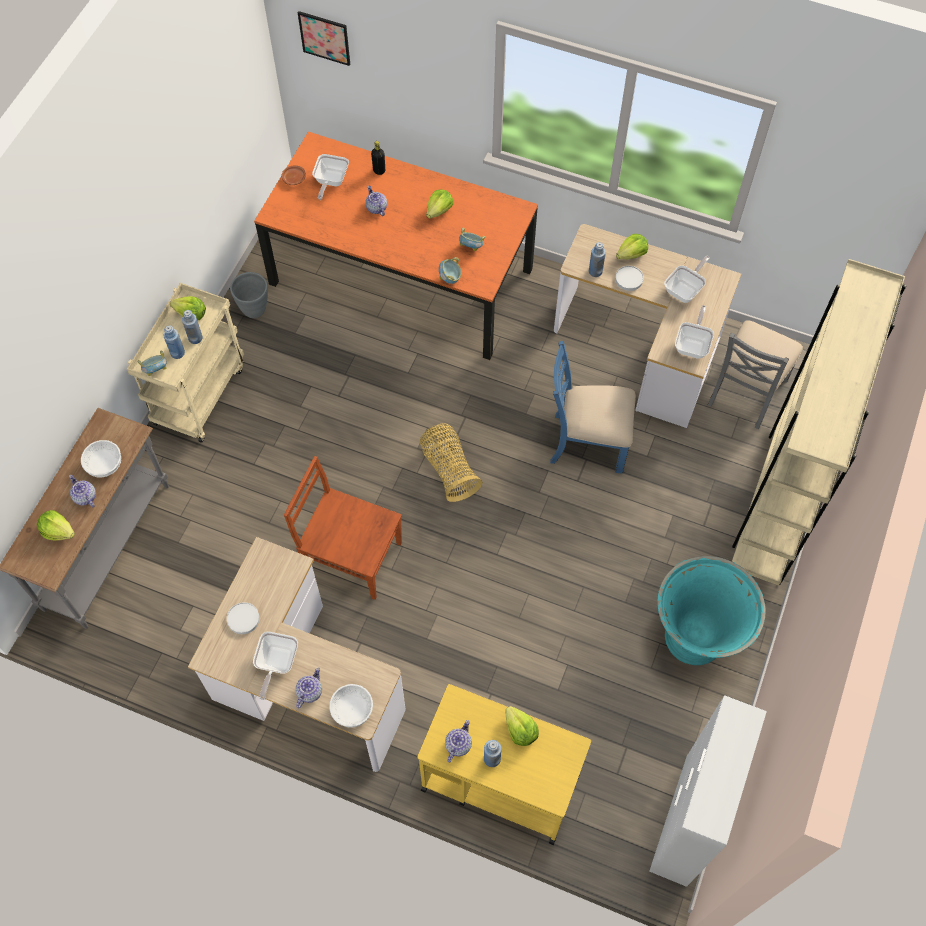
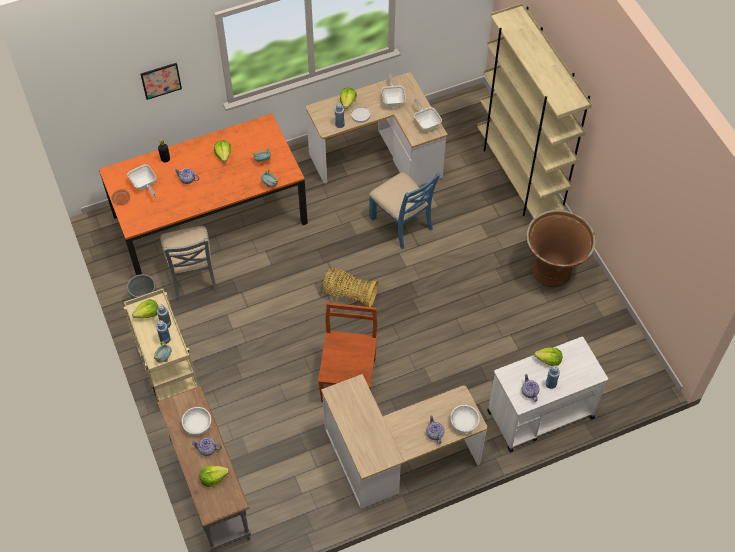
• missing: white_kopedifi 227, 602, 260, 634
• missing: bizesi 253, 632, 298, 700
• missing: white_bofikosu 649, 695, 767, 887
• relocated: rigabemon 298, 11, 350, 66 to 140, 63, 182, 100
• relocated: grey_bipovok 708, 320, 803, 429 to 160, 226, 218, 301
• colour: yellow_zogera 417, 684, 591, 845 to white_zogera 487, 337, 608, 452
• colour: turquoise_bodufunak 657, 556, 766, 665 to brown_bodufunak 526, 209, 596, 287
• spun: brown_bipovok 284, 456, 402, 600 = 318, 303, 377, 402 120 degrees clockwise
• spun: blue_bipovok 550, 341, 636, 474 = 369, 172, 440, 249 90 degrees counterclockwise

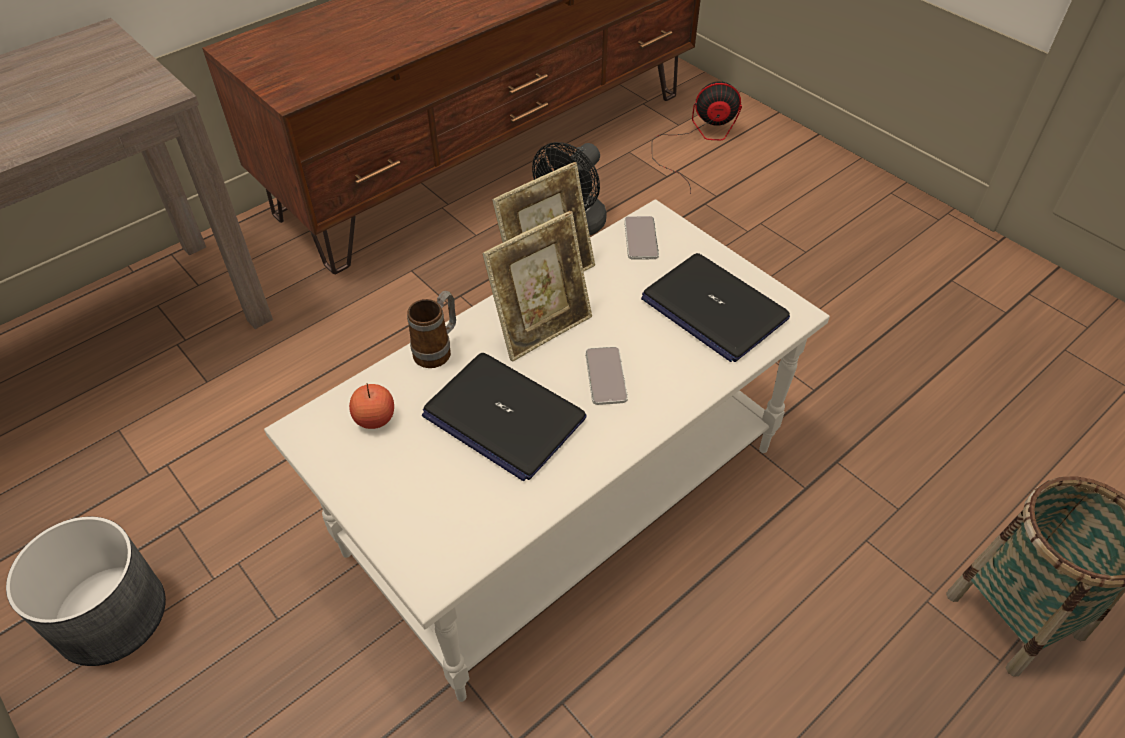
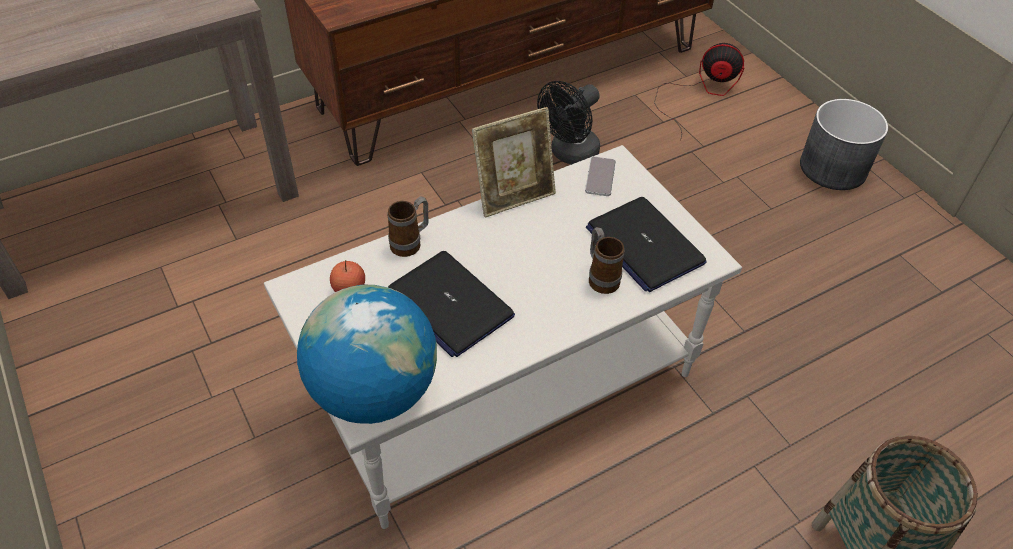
• missing: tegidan 482, 211, 592, 362
• missing: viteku 585, 347, 628, 405
• appeared: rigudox 297, 285, 437, 424
• appeared: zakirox 589, 227, 624, 294
• relocated: grey_bodufunak 6, 517, 166, 666 to 800, 99, 888, 190

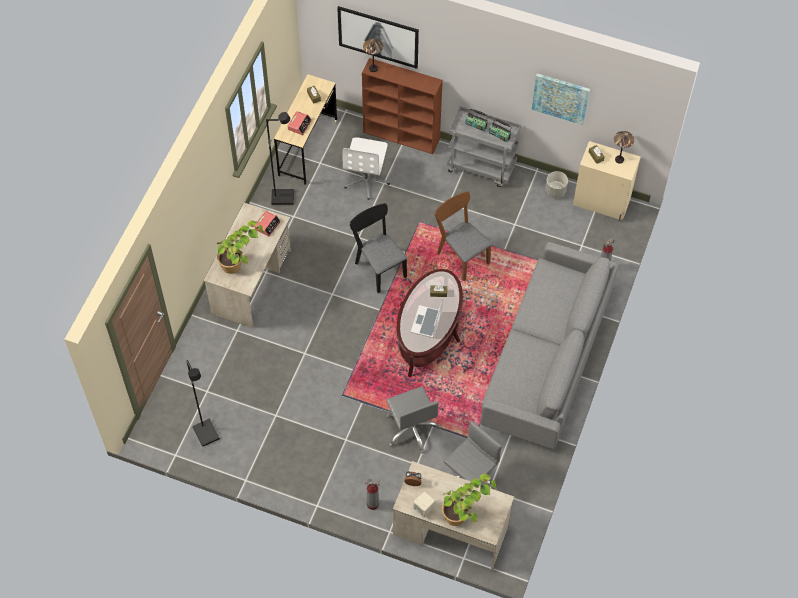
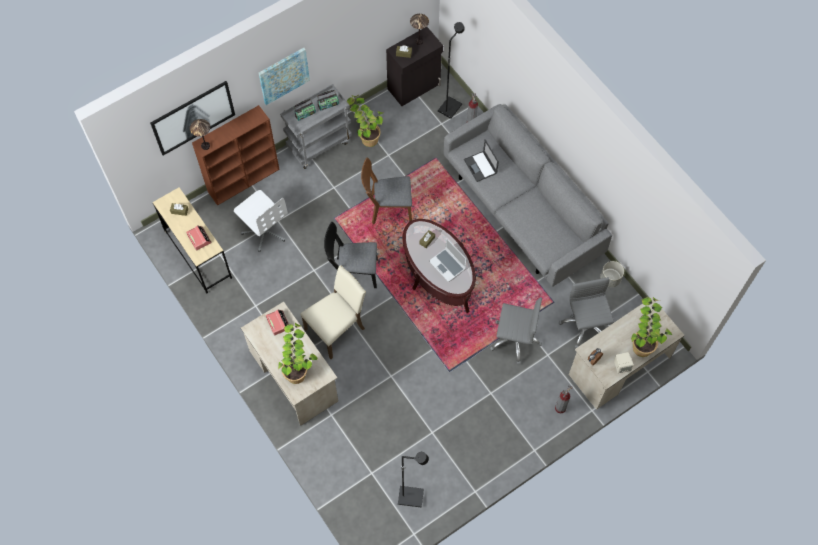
• appeared: beige_bipovok 300, 265, 366, 359
• appeared: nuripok 347, 95, 383, 147
• appeared: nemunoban 464, 140, 499, 182
• relocated: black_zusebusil 266, 112, 294, 205 to 438, 22, 465, 119
• relocated: rigabemon 532, 73, 590, 125 to 259, 48, 310, 105
• relocated: grey_bodufunak 545, 171, 568, 198 to 600, 261, 624, 287
• colour: beige_bofikosu 573, 141, 640, 221 to black_bofikosu 386, 27, 443, 106

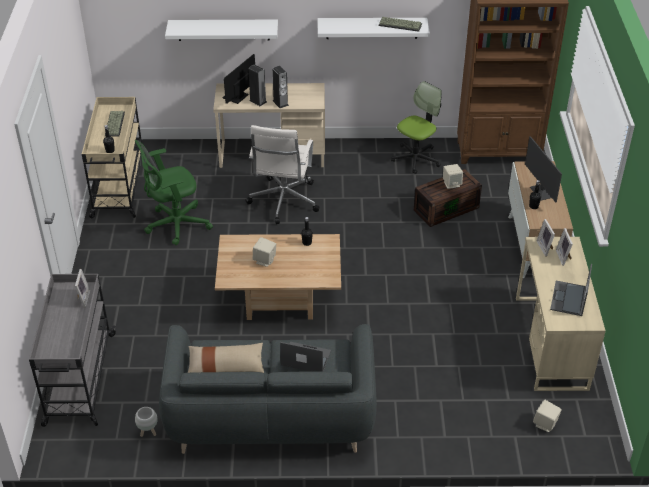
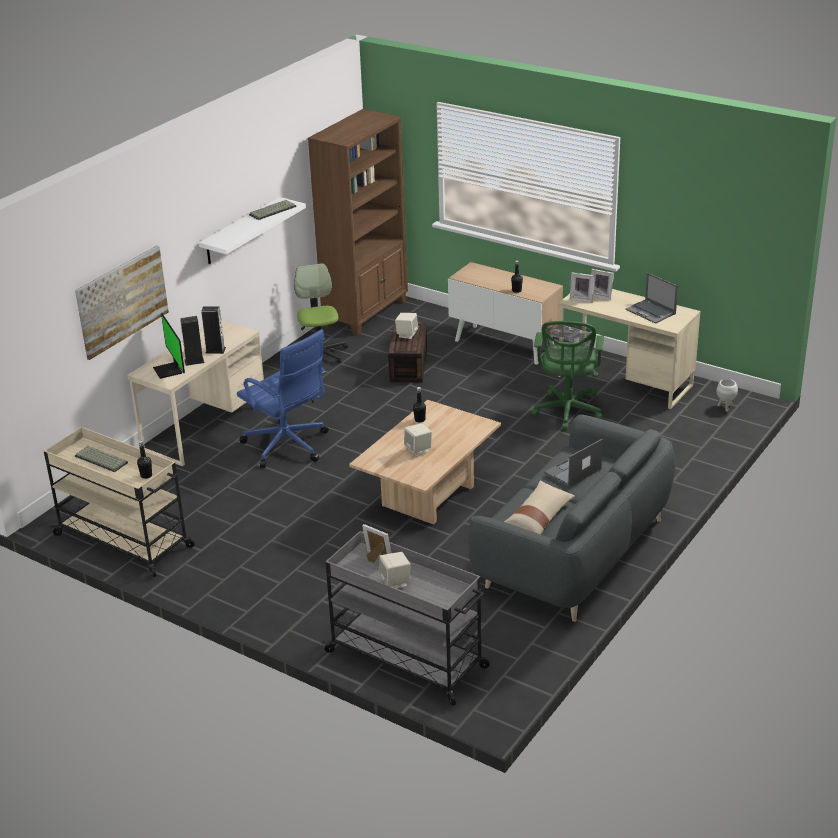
• missing: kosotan 525, 136, 562, 203
• relocated: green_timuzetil 135, 140, 213, 245 to 532, 321, 604, 430
• relocated: white_bodufunak 135, 407, 158, 437 to 716, 379, 738, 412
• relocated: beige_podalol 533, 400, 562, 432 to 379, 552, 411, 589
• exchanged: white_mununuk 165, 20, 278, 41 to rigabemon 75, 246, 169, 360
• colour: white_timuzetil 245, 125, 320, 224 to blue_timuzetil 237, 329, 329, 468

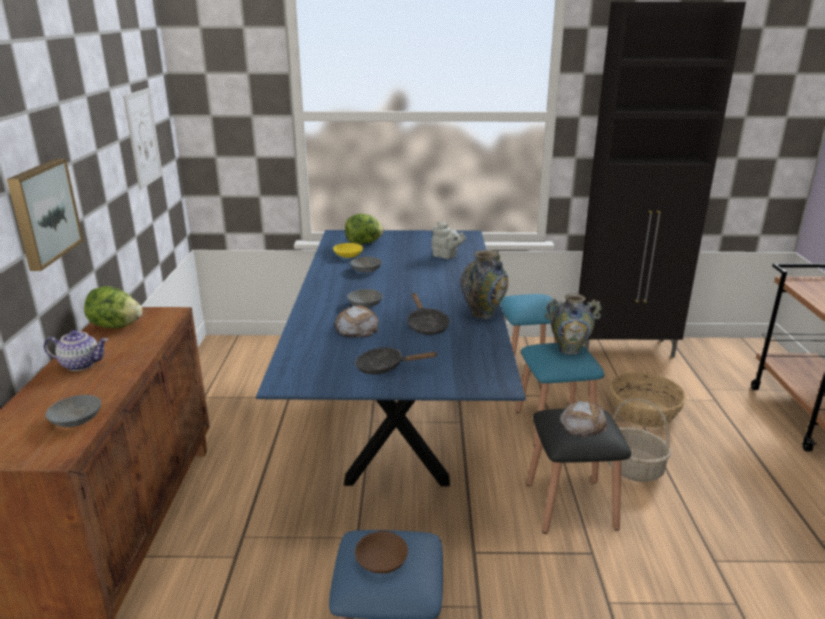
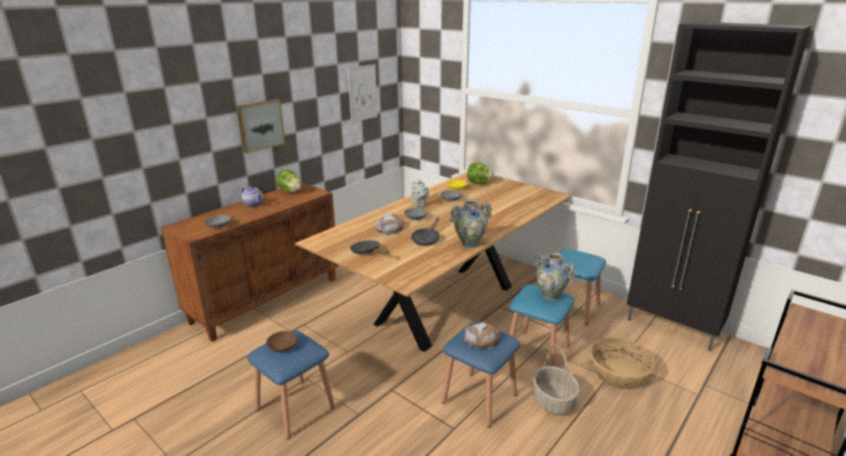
• relocated: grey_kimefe 432, 222, 466, 259 to 411, 178, 429, 207
• colour: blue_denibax 256, 230, 526, 486 to brown_denibax 295, 172, 572, 352
• colour: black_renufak 527, 409, 631, 534 to blue_renufak 441, 322, 521, 427

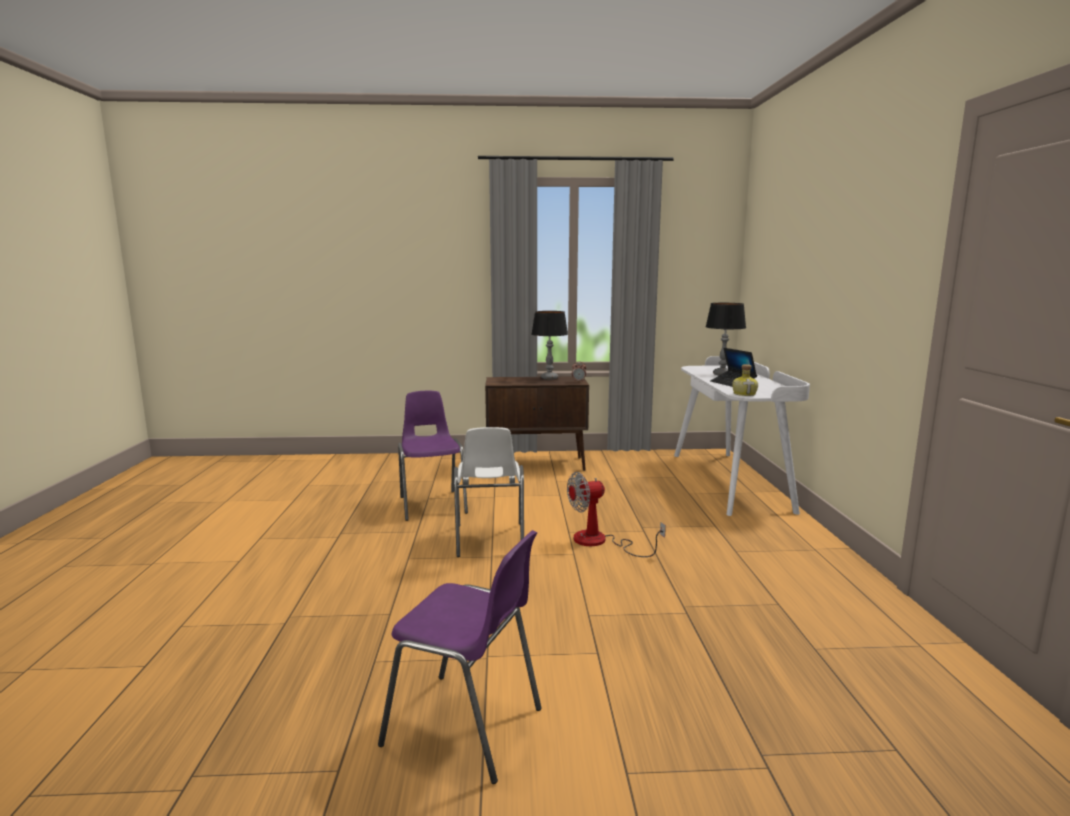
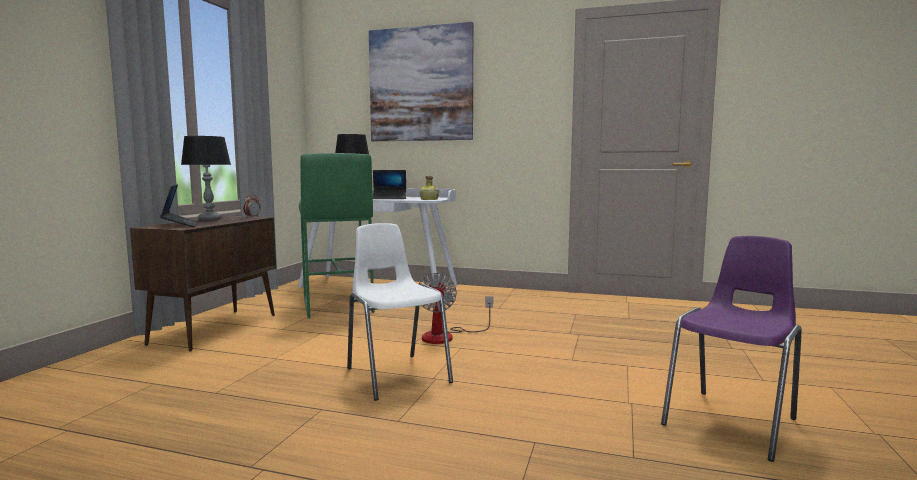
• missing: purple_bipovok 398, 391, 468, 521
• appeared: nemunoban 160, 185, 199, 227
• appeared: green_renufak 299, 153, 375, 318
• appeared: rigabemon 369, 22, 473, 141
• spun: white_bipovok 454, 427, 524, 557 = 347, 223, 453, 401 135 degrees counterclockwise

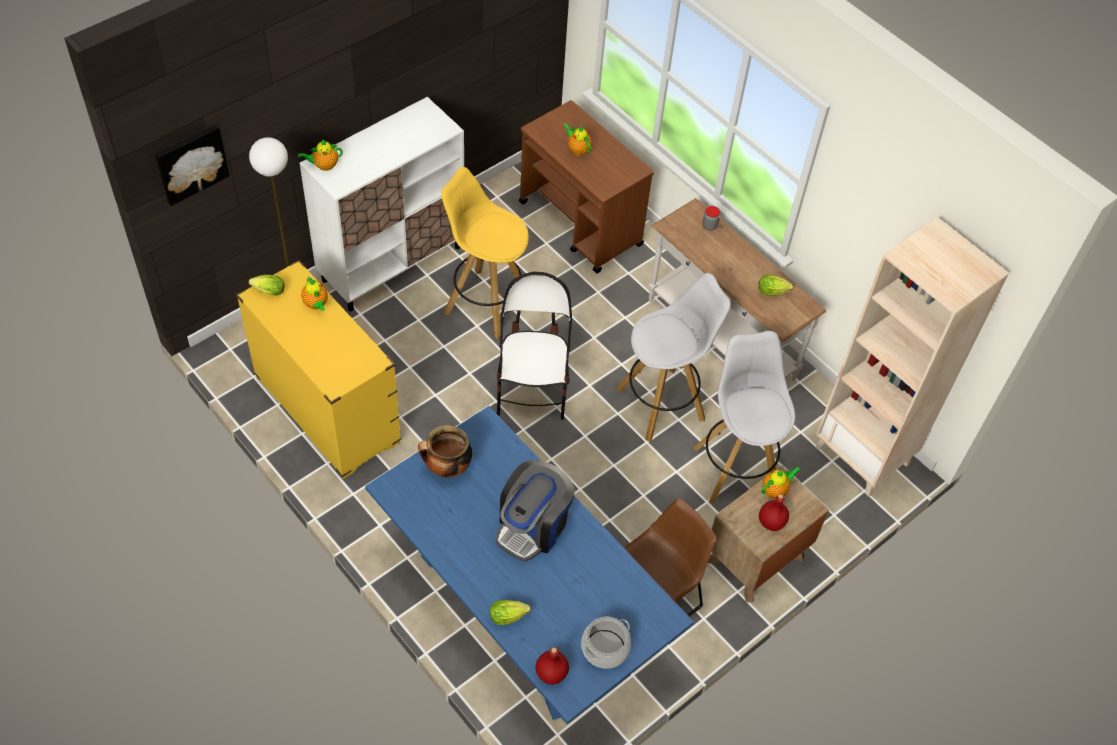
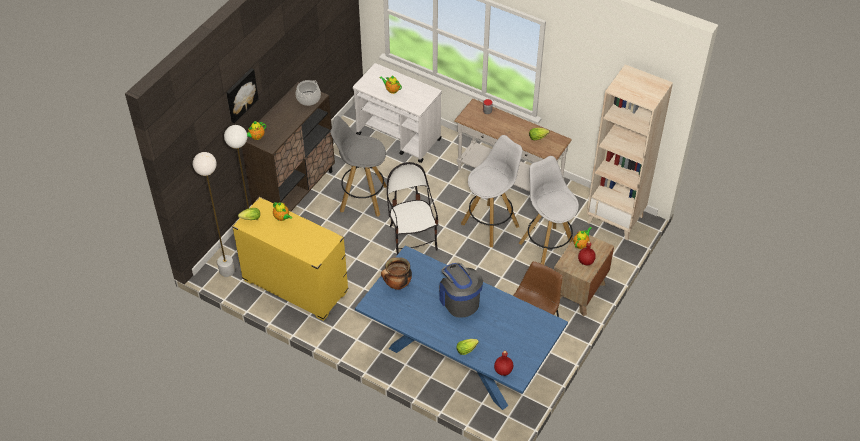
• appeared: white_zusebusil 193, 152, 235, 277
• relocated: rigabemon 155, 125, 230, 206 to 226, 68, 259, 123
• relocated: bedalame 581, 617, 631, 669 to 296, 80, 321, 106
• colour: white_bofikosu 300, 97, 464, 311 to brown_bofikosu 242, 82, 335, 212
• colour: yellow_renufak 441, 167, 529, 339 to grey_renufak 330, 116, 387, 217
• colour: brown_zogera 519, 100, 654, 273 to white_zogera 353, 63, 442, 163
• spun: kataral 495, 460, 575, 562 = 439, 263, 483, 318 135 degrees clockwise

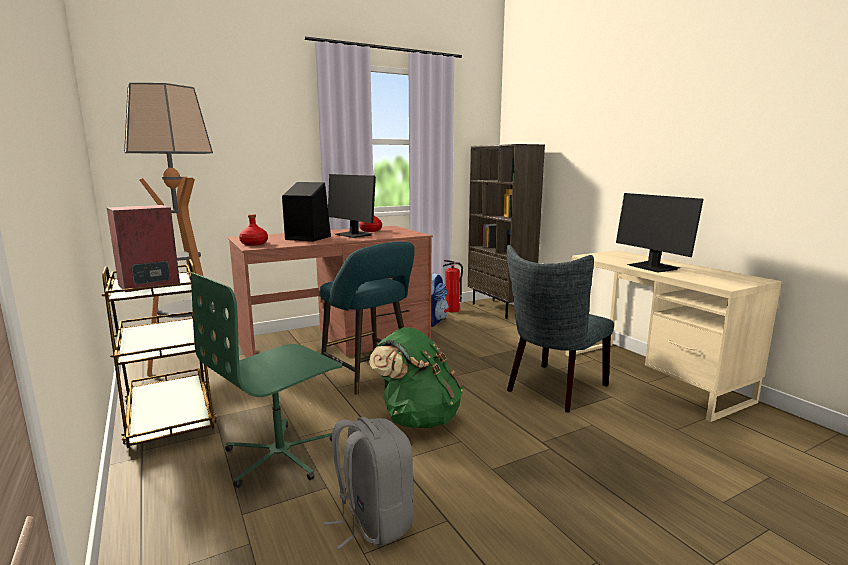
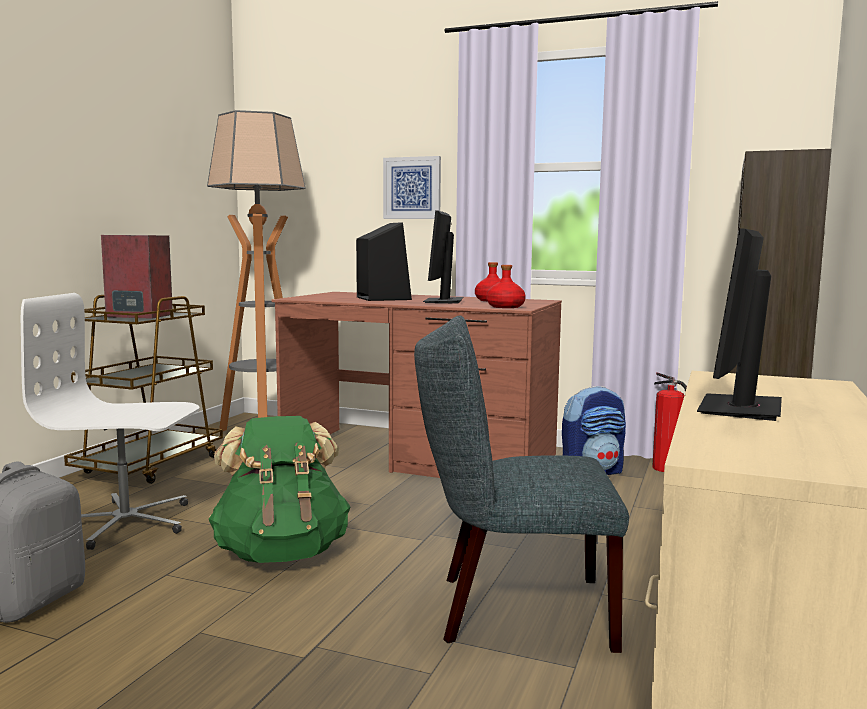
• missing: turquoise_renufak 320, 242, 415, 395
• appeared: rigabemon 383, 156, 441, 219
• relocated: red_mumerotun 239, 214, 268, 246 to 486, 265, 526, 308
• colour: green_timuzetil 190, 272, 342, 488 to white_timuzetil 21, 293, 199, 550

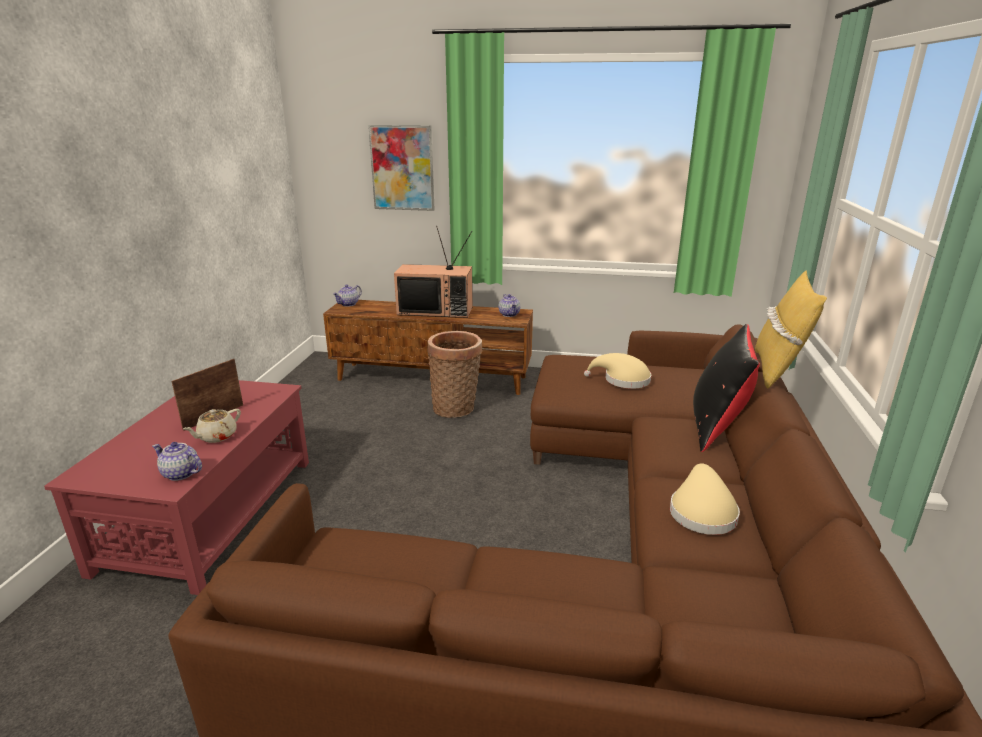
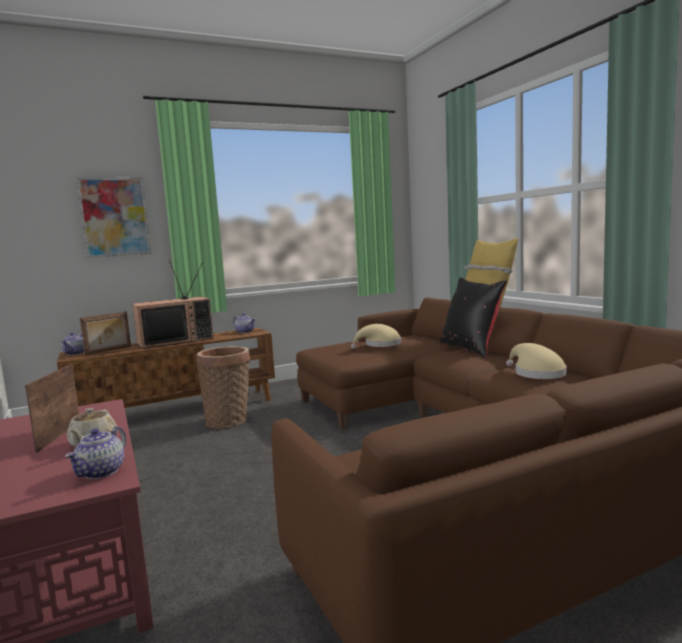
• appeared: tegidan 80, 311, 131, 356
• spun: kimefe 152, 442, 202, 481 = 65, 426, 126, 479 60 degrees counterclockwise

